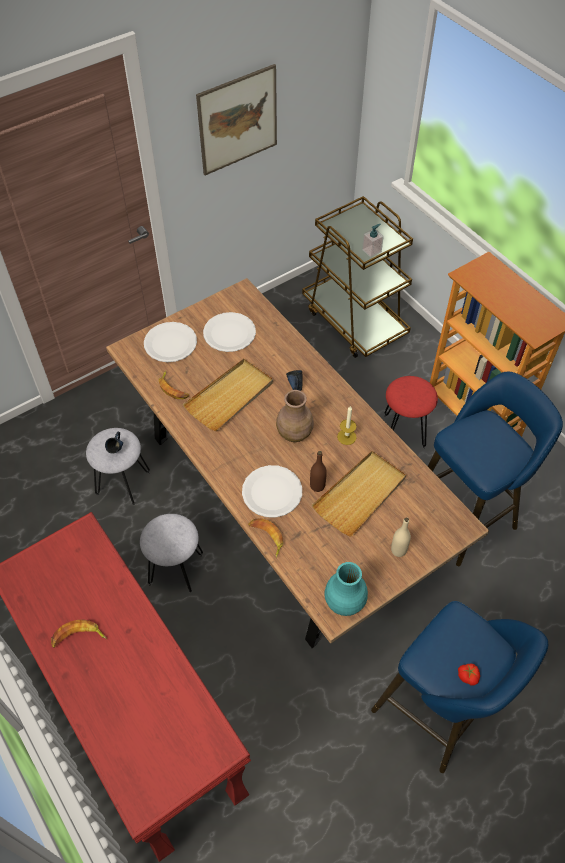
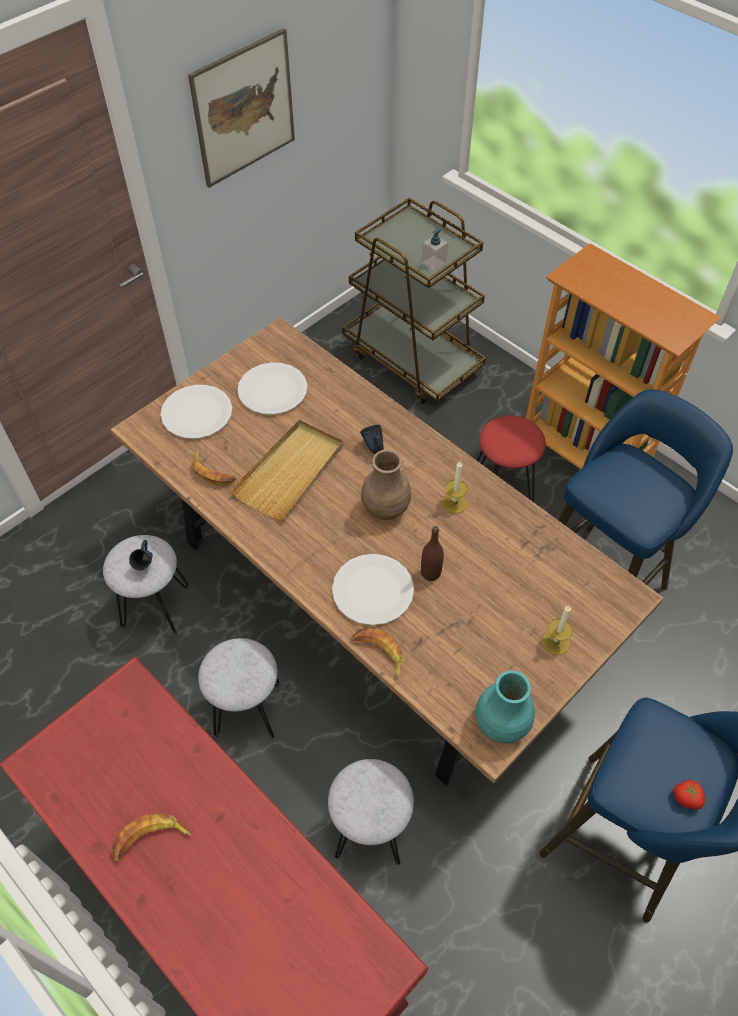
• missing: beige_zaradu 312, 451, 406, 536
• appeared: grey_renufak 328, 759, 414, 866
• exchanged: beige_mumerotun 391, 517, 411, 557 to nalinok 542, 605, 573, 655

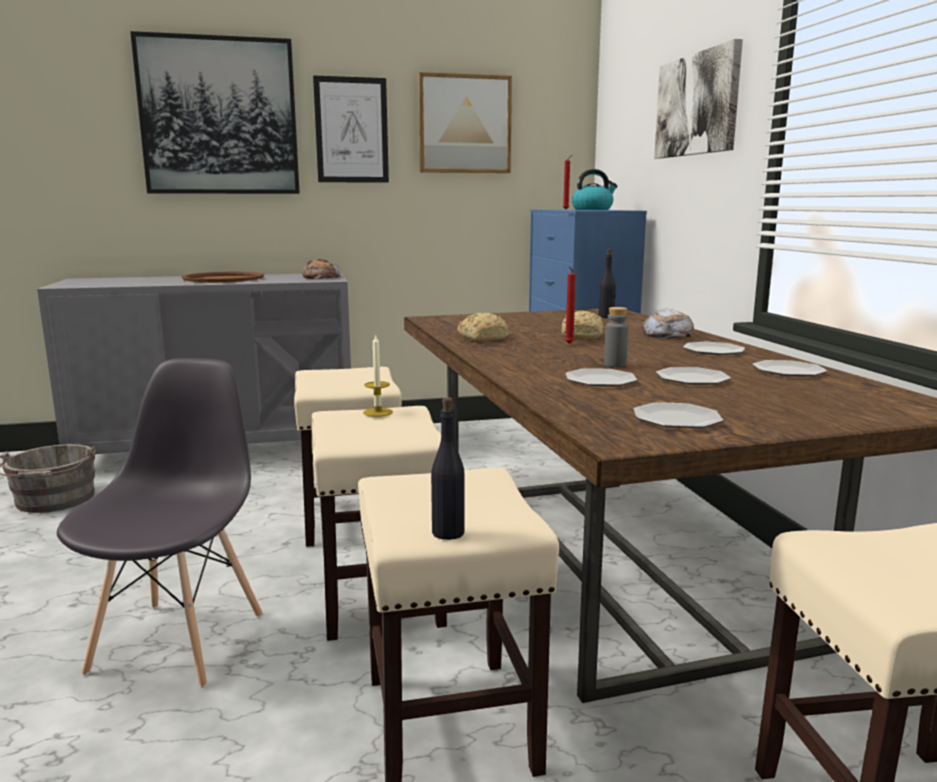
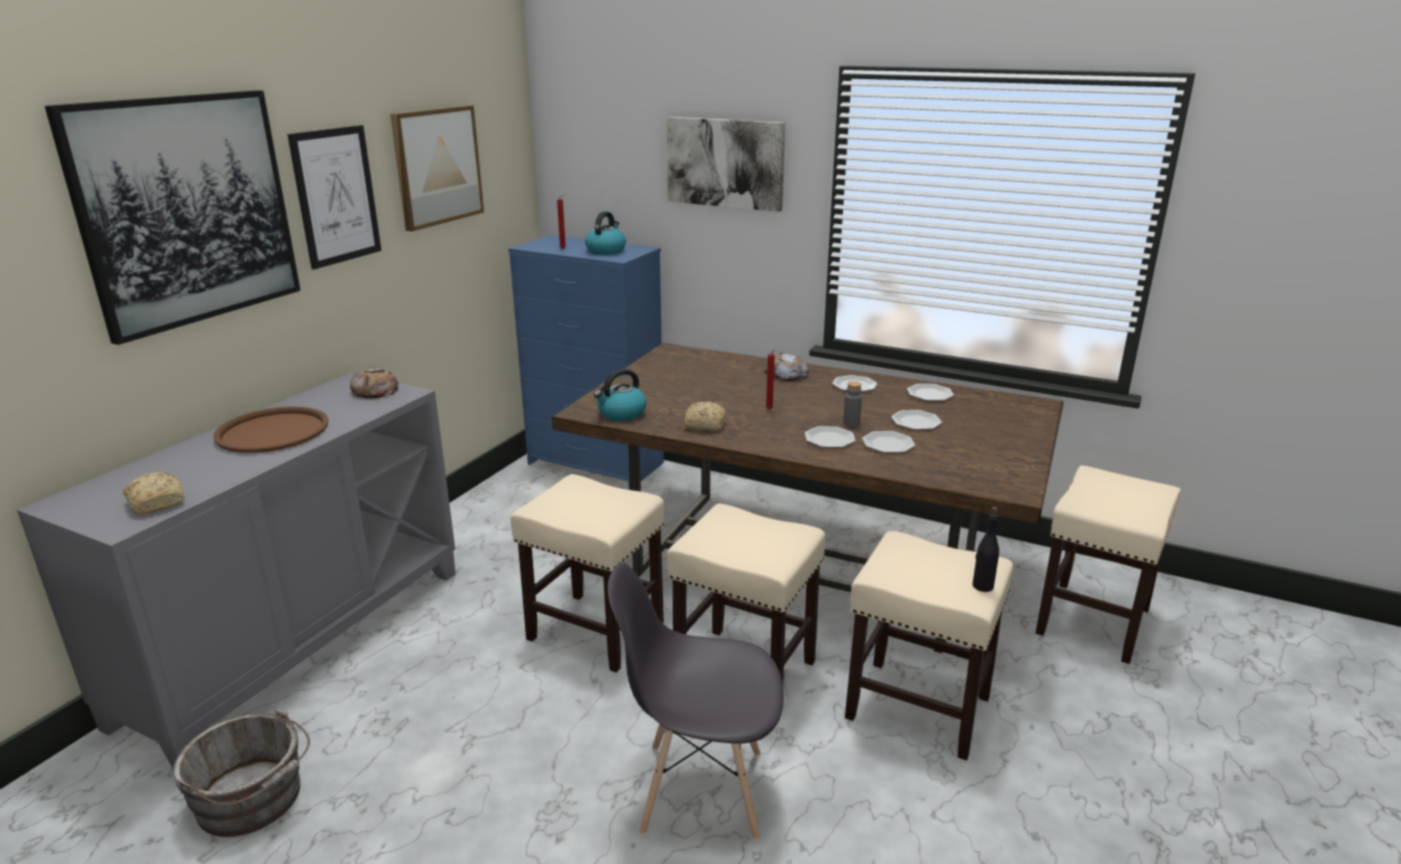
• missing: nalinok 363, 334, 393, 417
• missing: black_mumerotun 598, 249, 616, 318
• appeared: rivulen 594, 369, 647, 421
• relocated: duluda 561, 310, 603, 339 to 123, 472, 185, 515
• relocated: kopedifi 633, 402, 723, 428 to 805, 426, 856, 448
• spun: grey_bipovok 57, 358, 263, 688 = 608, 562, 784, 840 45 degrees counterclockwise

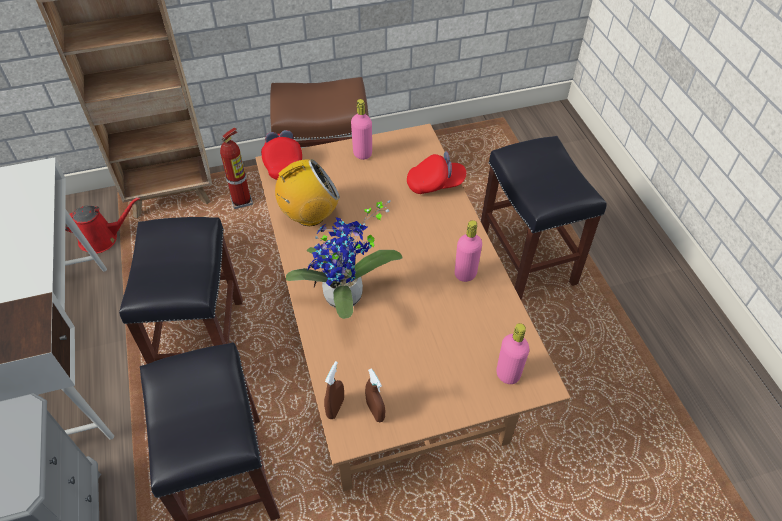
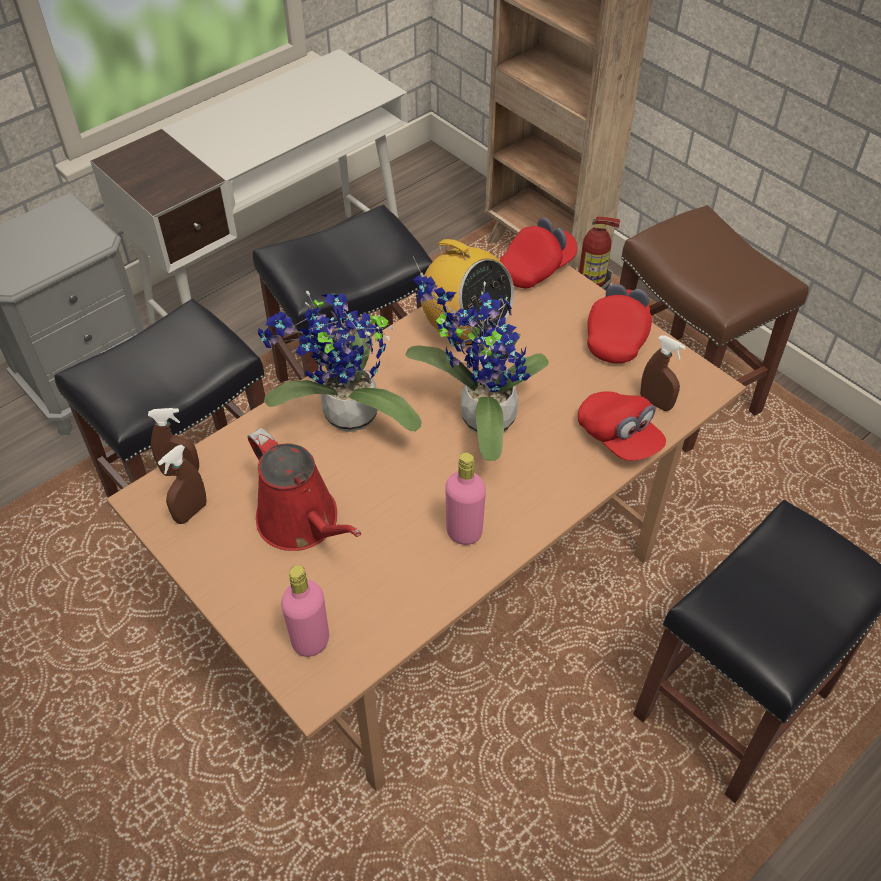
• appeared: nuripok 405, 275, 549, 461
• appeared: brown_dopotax 640, 335, 686, 411
• relocated: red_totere 65, 197, 140, 254 to 248, 428, 361, 551
• exchanged: pink_mumerotun 351, 99, 372, 160 to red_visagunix 587, 284, 652, 363

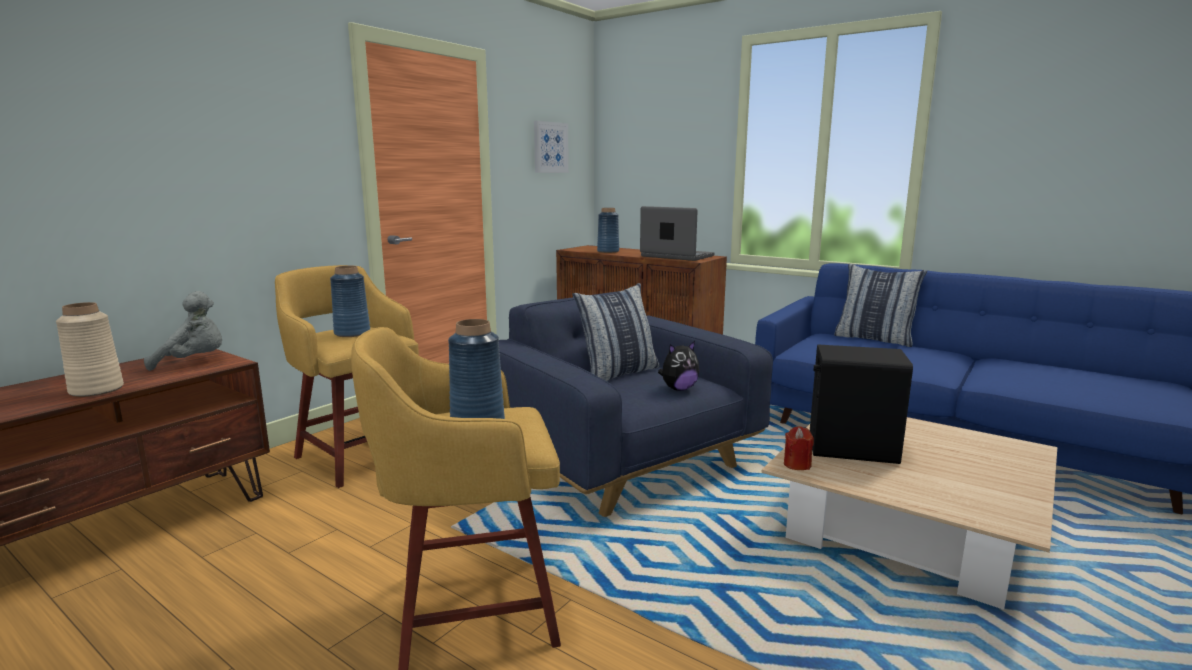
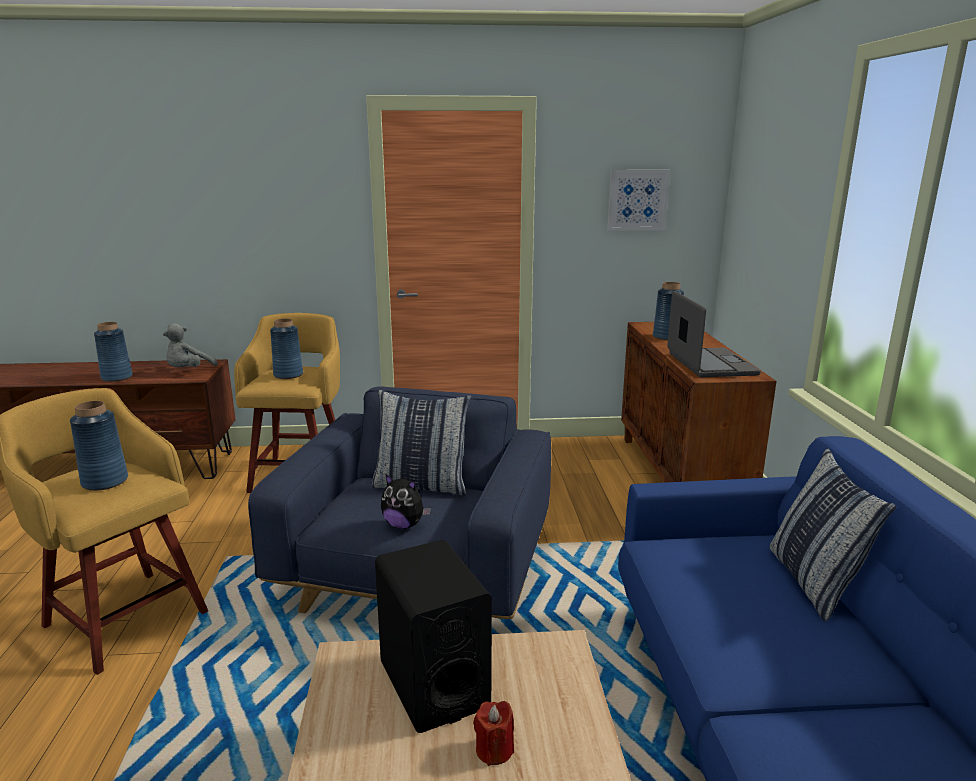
• relocated: red_nalinok 784, 426, 814, 470 to 473, 701, 514, 766
• colour: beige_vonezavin 56, 302, 124, 397 to blue_vonezavin 94, 322, 133, 382
• spun: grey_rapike 144, 291, 222, 371 = 163, 323, 218, 367 75 degrees clockwise

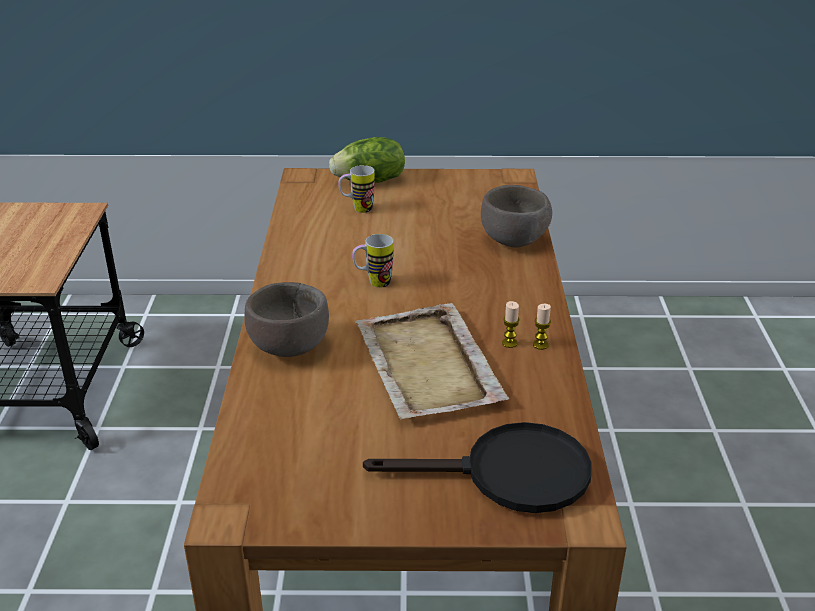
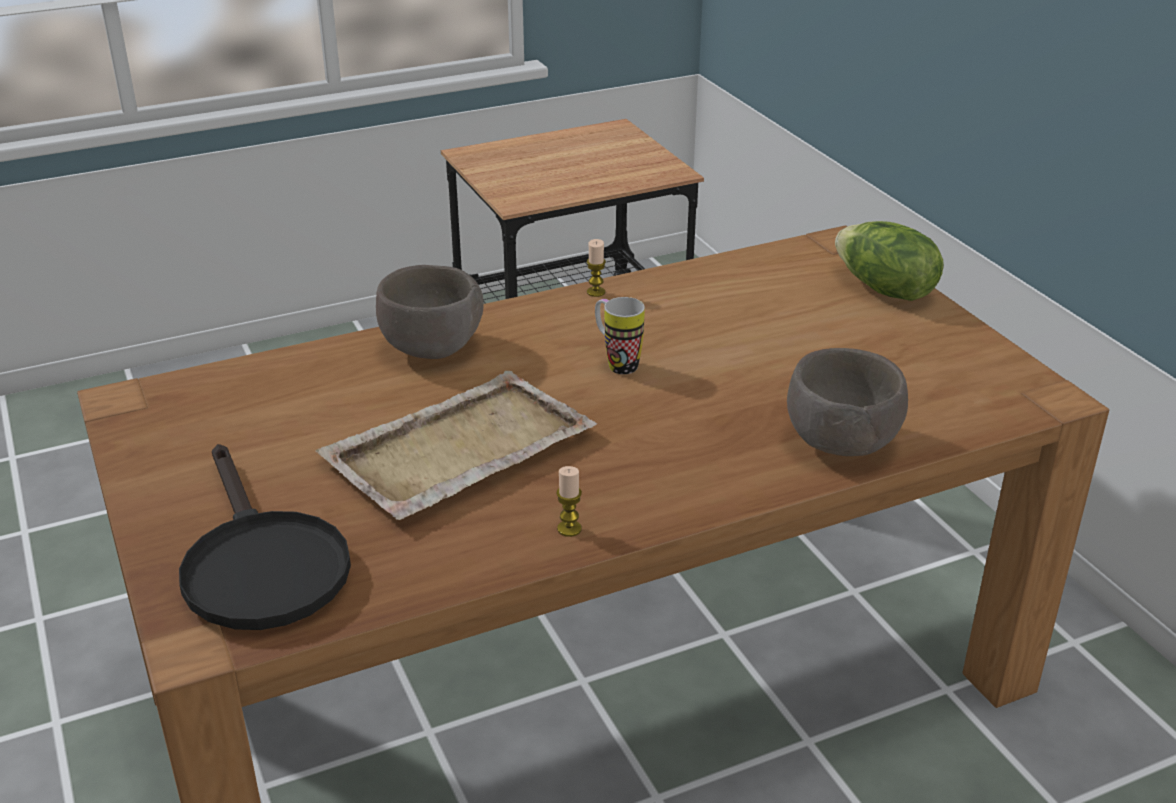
• missing: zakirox 338, 165, 375, 213
• relocated: nalinok 502, 301, 520, 348 to 587, 239, 606, 297

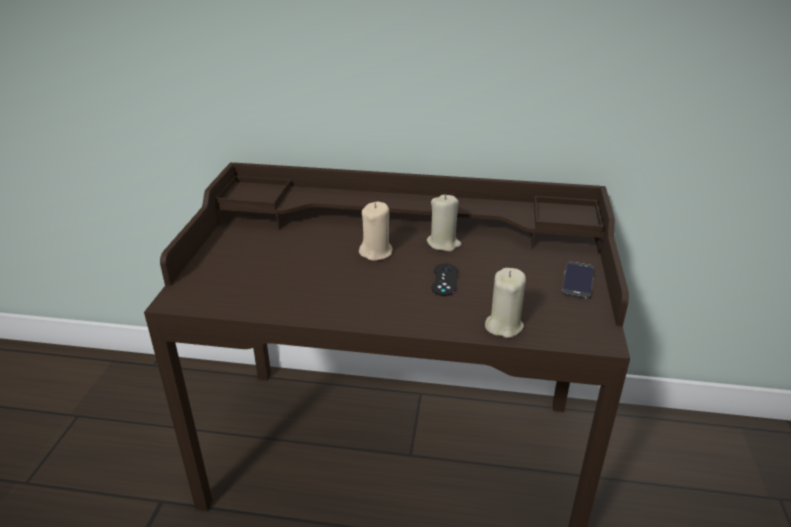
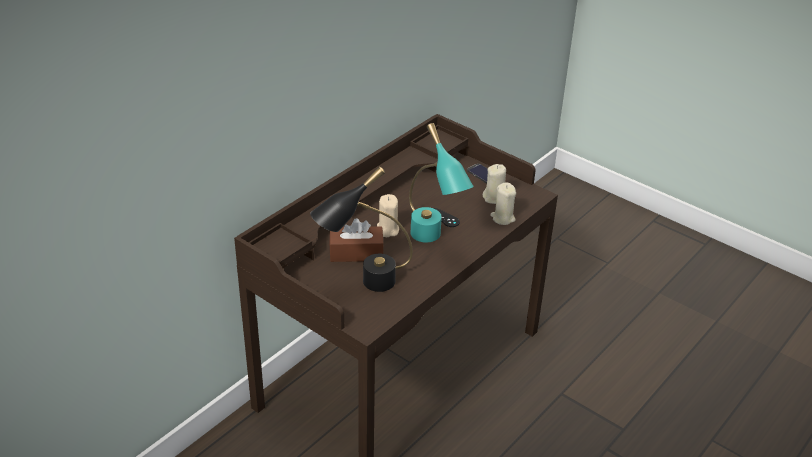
• appeared: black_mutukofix 310, 167, 413, 292
• appeared: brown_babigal 329, 218, 384, 262
• appeared: turquoise_mutukofix 409, 123, 474, 242
• relocated: beige_nalinok 427, 194, 462, 251 to 483, 164, 506, 204

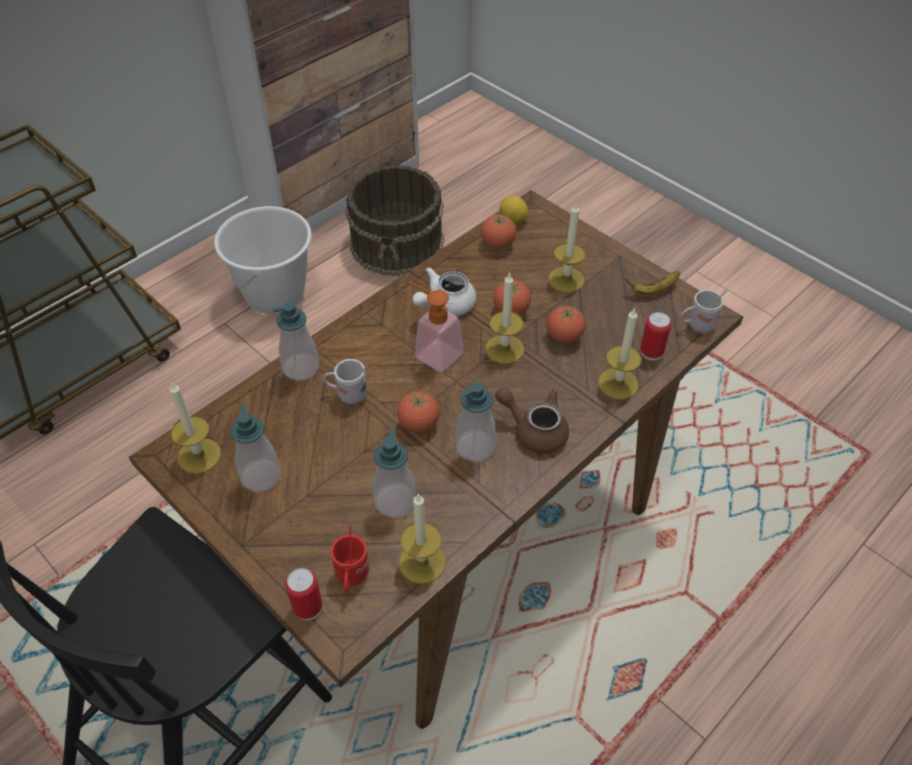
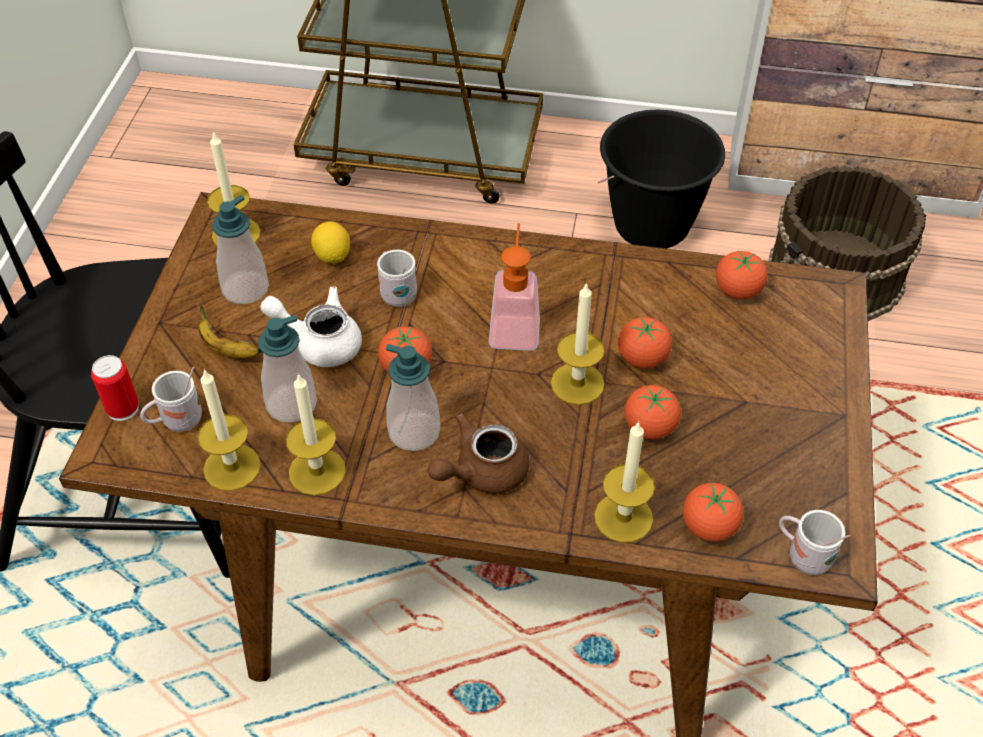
• missing: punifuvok 272, 302, 319, 381
• relocated: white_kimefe 412, 267, 476, 316 to 261, 286, 362, 367
• relocated: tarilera 499, 195, 528, 223 to 311, 221, 350, 264
• relocated: nalinok 548, 203, 586, 293 to 286, 373, 346, 496
• relocated: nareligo 625, 271, 680, 297 to 199, 305, 261, 359
• exchanged: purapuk 640, 312, 671, 360 to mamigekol 683, 483, 744, 542
• colour: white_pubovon 214, 206, 312, 314 to black_pubovon 598, 109, 725, 249
• colour: red_zakirox 331, 525, 369, 593 to white_zakirox 140, 367, 202, 432
• spun: brown_kimefe 495, 387, 569, 454 = 428, 413, 529, 494 120 degrees counterclockwise

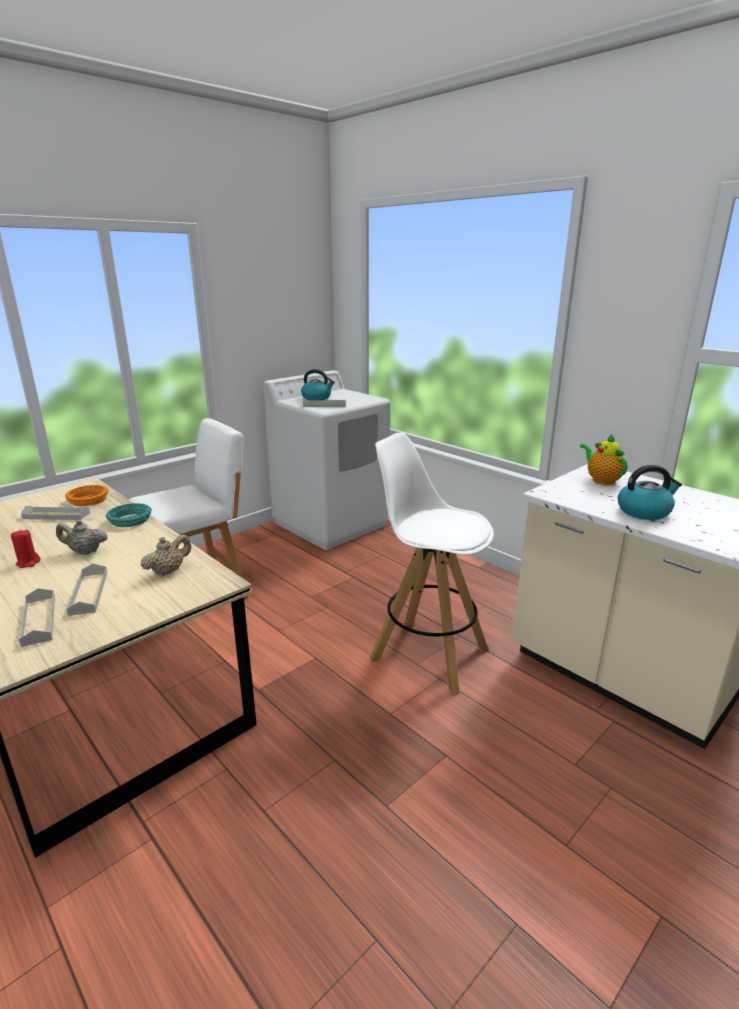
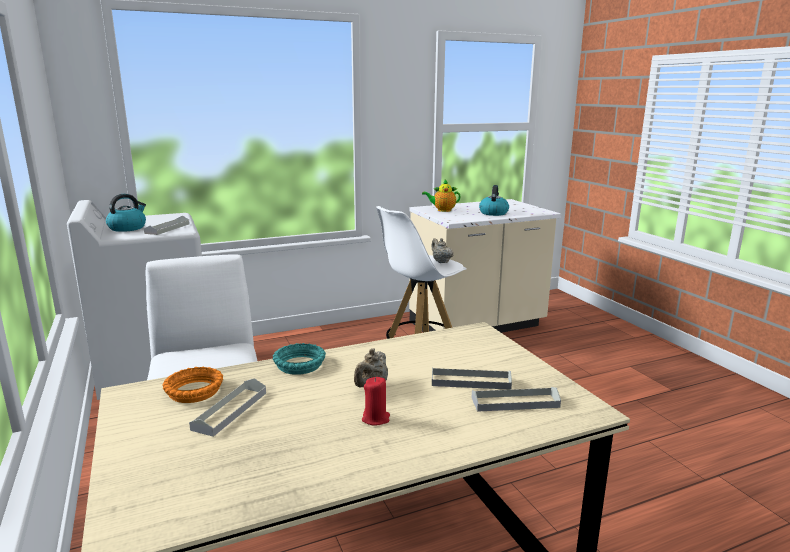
• relocated: beige_kimefe 141, 534, 191, 576 to 431, 238, 454, 263

